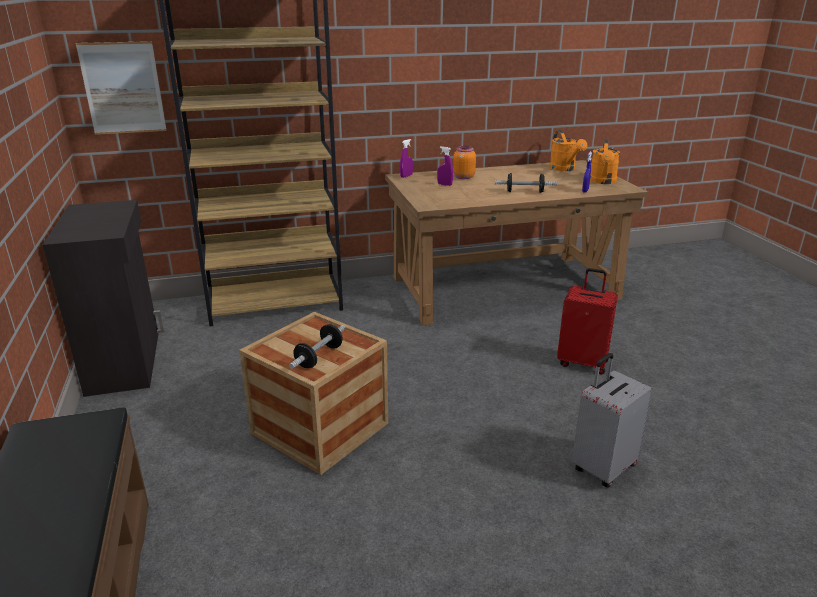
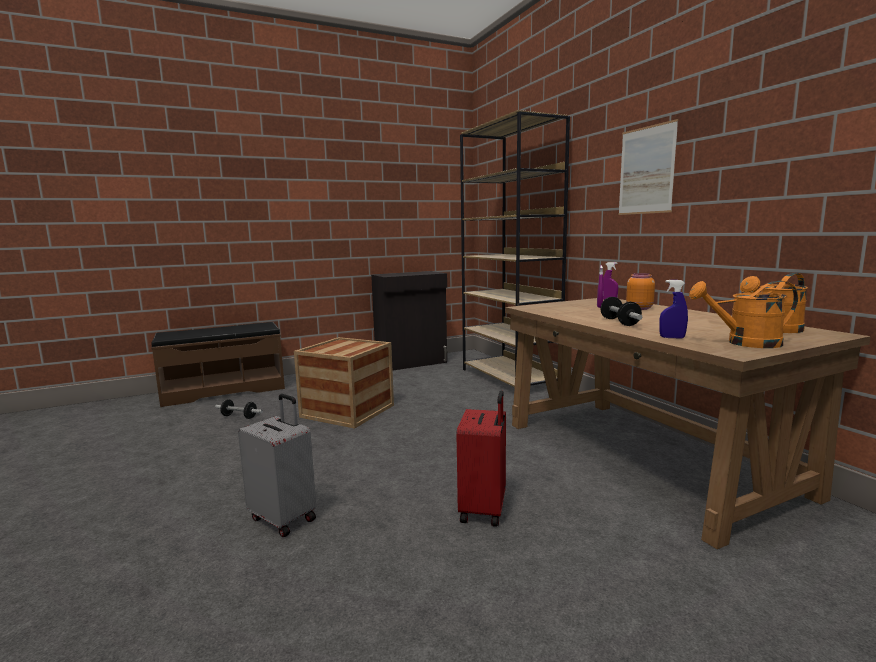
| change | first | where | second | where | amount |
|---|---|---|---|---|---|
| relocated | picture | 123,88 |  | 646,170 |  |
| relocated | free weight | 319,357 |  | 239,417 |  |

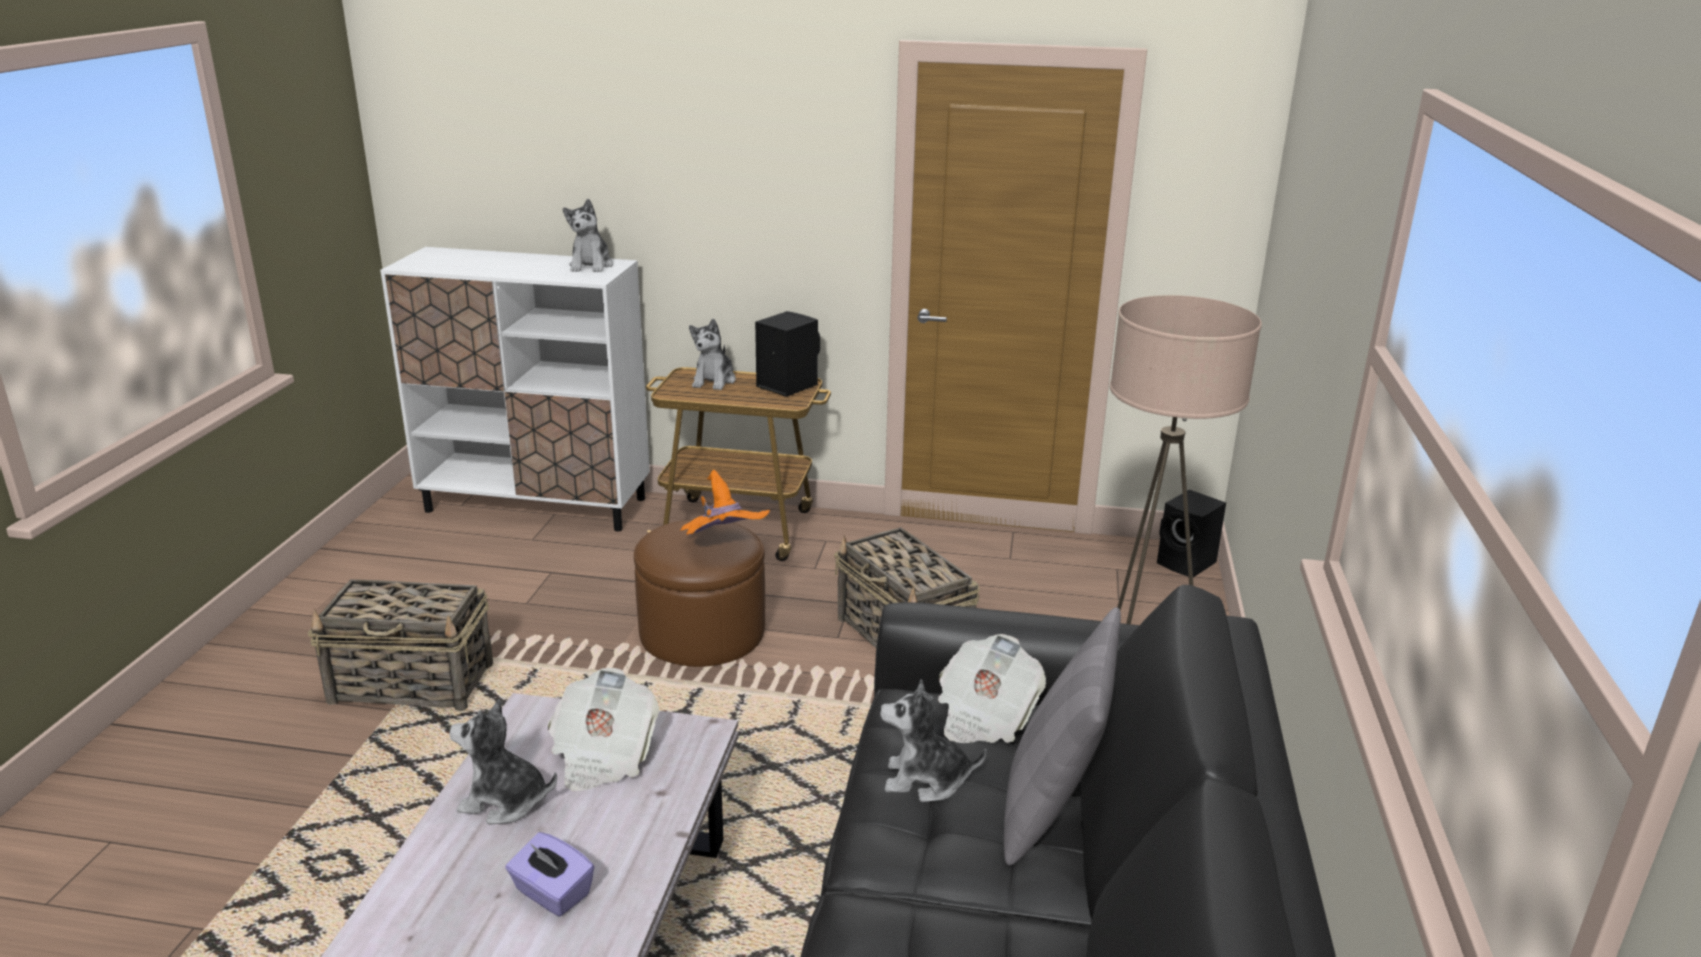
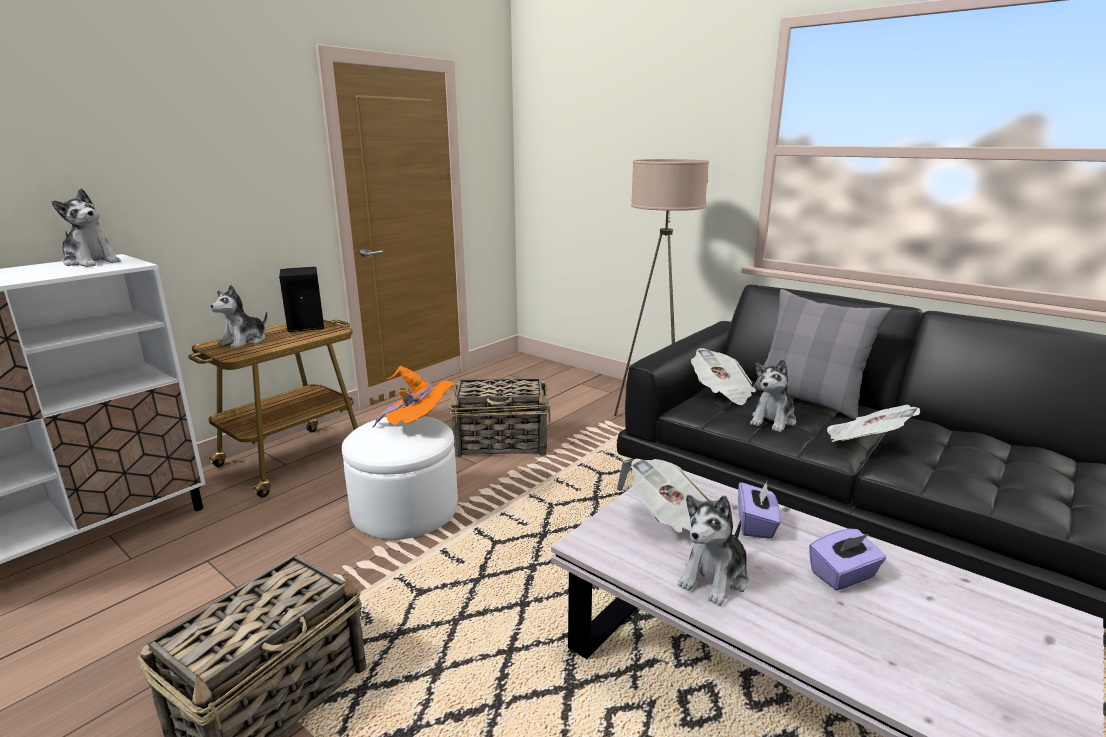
| change | first | where | second | where | amount |
|---|---|---|---|---|---|
| colour | brown ottoman | 702,632 | white-coloured ottoman | 405,509 |  |
| spun | plush toy | 714,381 |  | 244,341 | 75 degrees clockwise |
| missing | black-coloured audio speaker | 1187,564 |  |  |  |
| appeared |  |  | purple-coloured tissue box | 756,524 |  |
| appeared |  |  | printed paper | 865,442 |  |

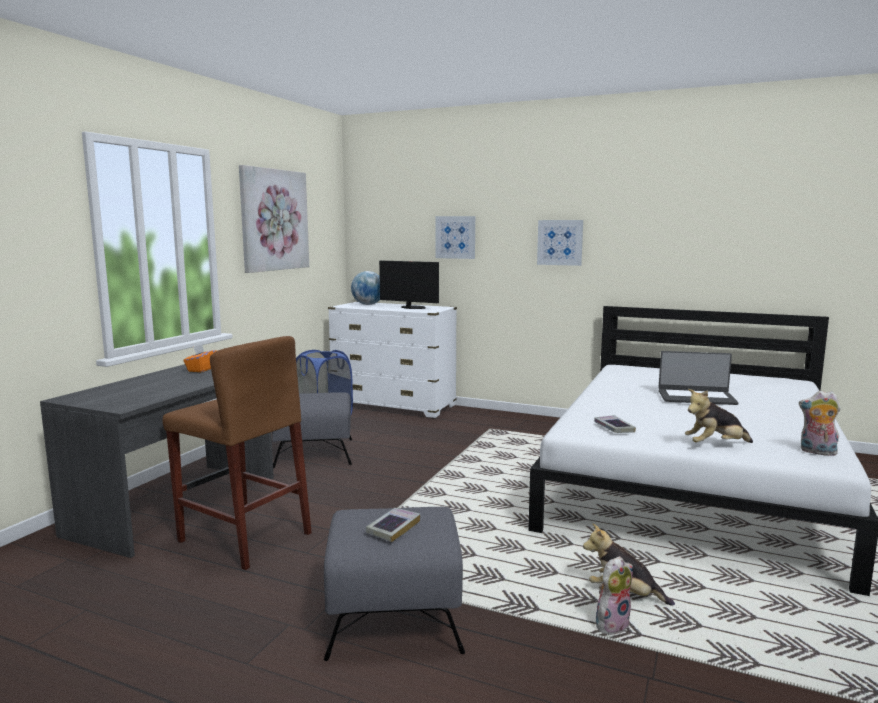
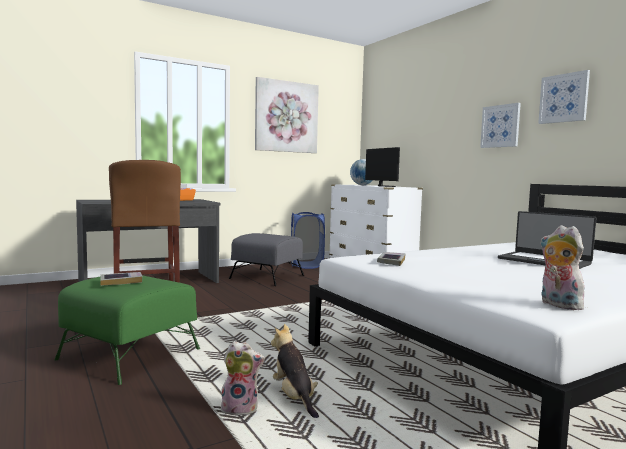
| change | first | where | second | where | amount |
|---|---|---|---|---|---|
| colour | gray ottoman | 393,615 | greenish ottoman | 130,354 |  |
| relocated | picture | 455,237 |  | 564,98 |  |
| missing | plush toy | 715,445 |  |  |  |

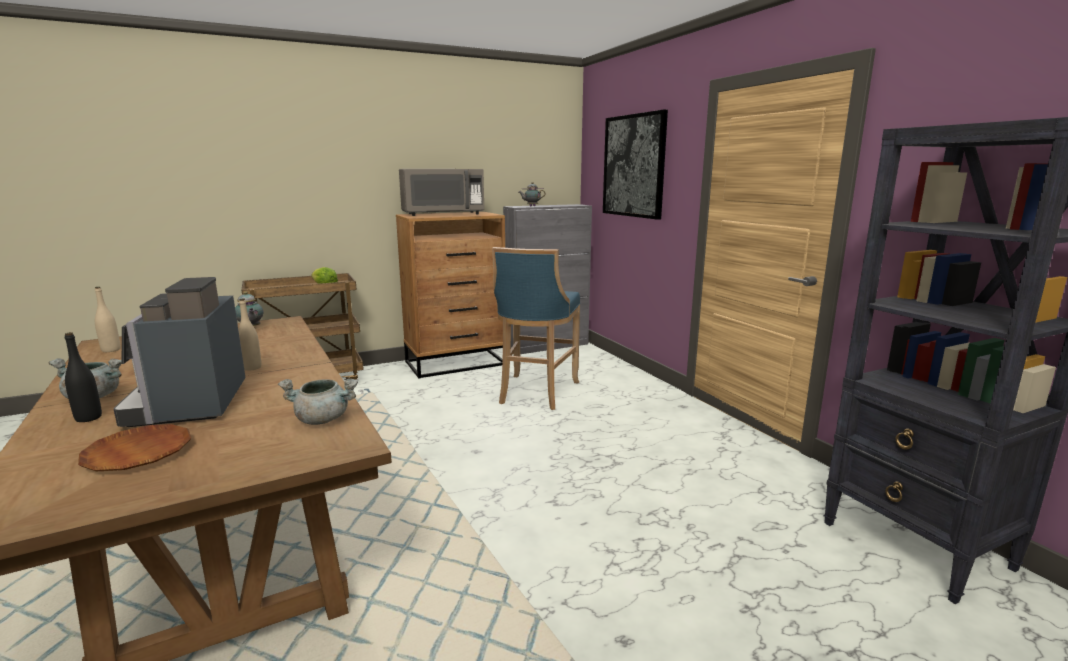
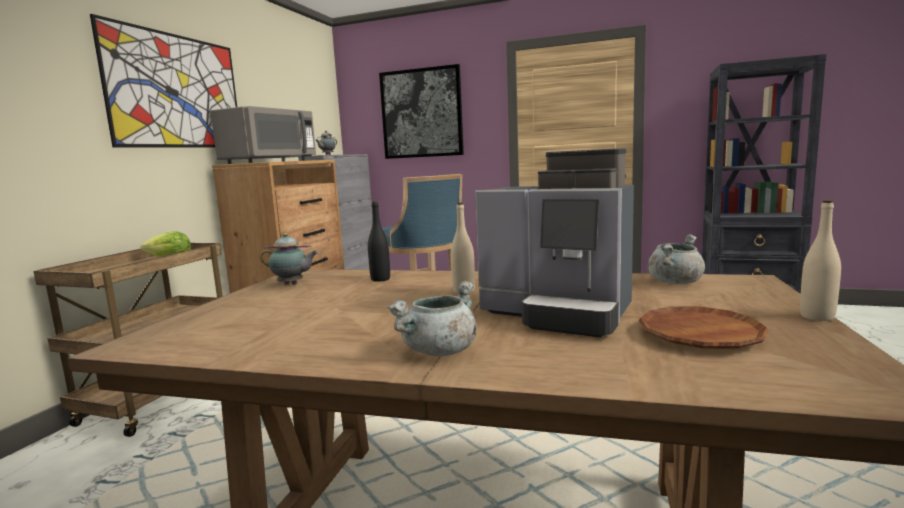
| change | first | where | second | where | amount |
|---|---|---|---|---|---|
| relocated | black-coloured beverage bottle | 88,418 |  | 380,279 |  |
| relocated | beige beverage bottle | 111,350 |  | 817,317 |  |
| appeared |  |  | picture | 177,91 |  |

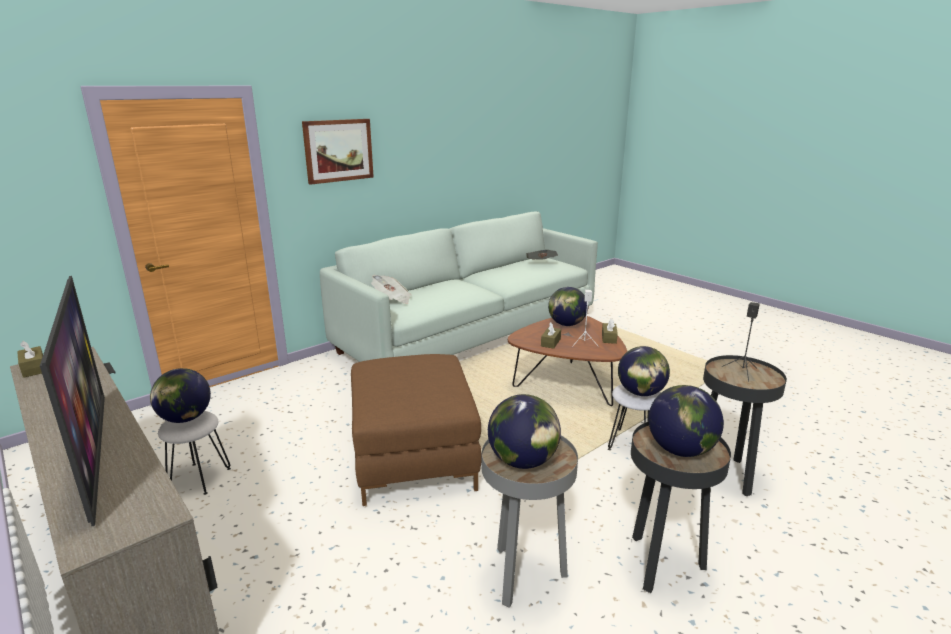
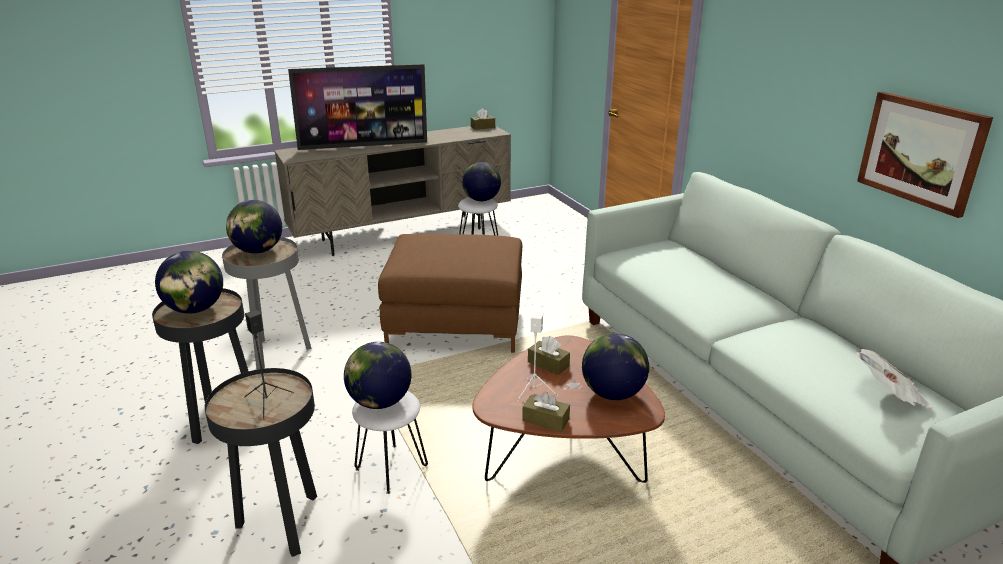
| change | first | where | second | where | amount |
|---|---|---|---|---|---|
| relocated | picture | 338,150 |  | 921,152 |  |
| missing | printed paper | 392,299 |  |  |  |

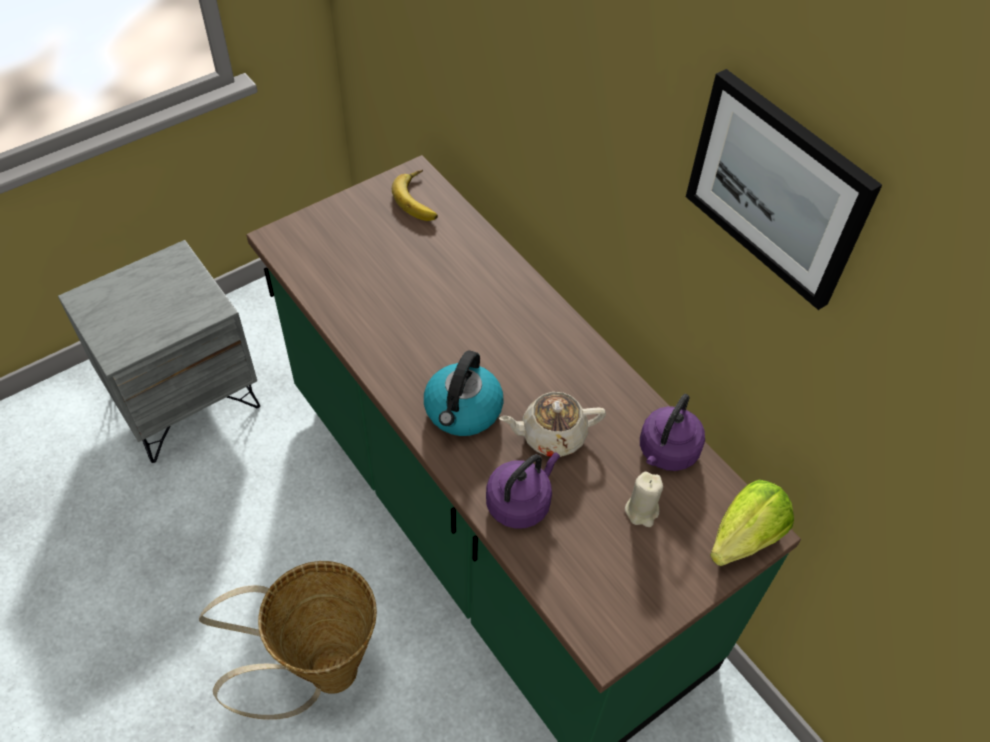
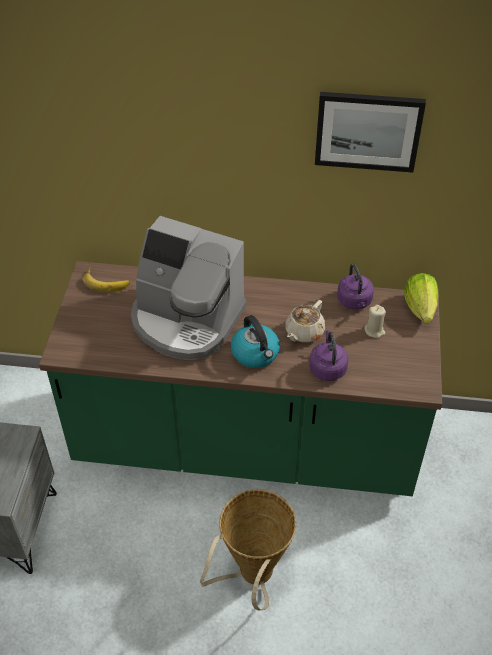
| change | first | where | second | where | amount |
|---|---|---|---|---|---|
| appeared |  |  | coffee maker | 186,320 |  |

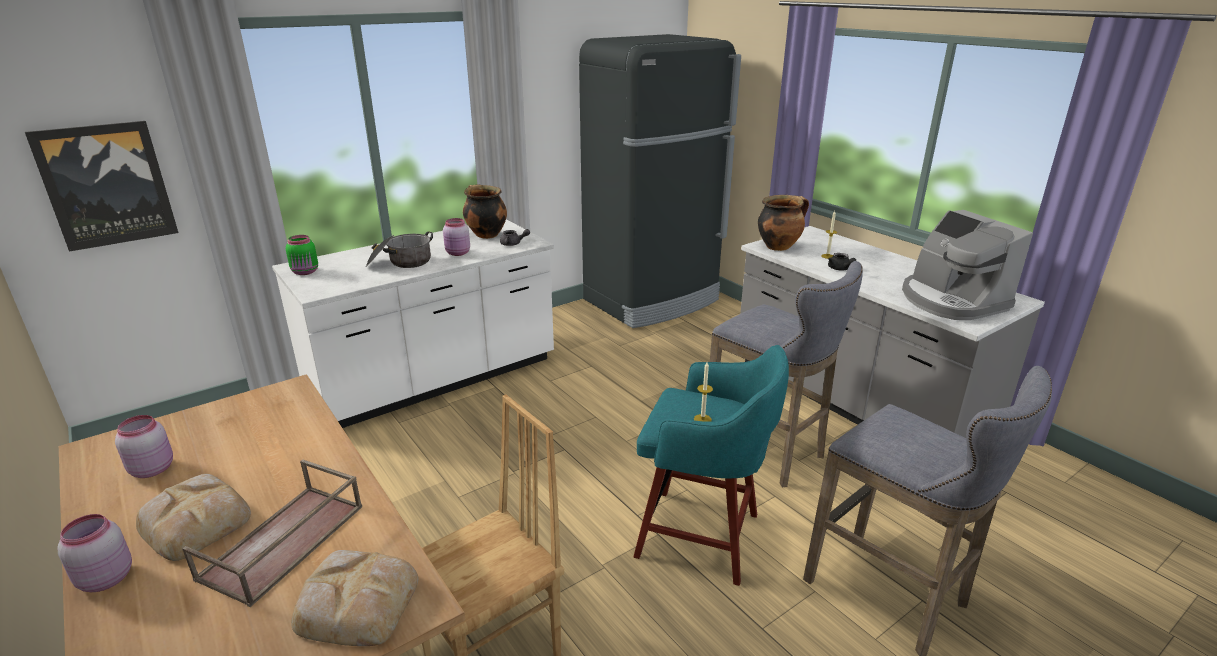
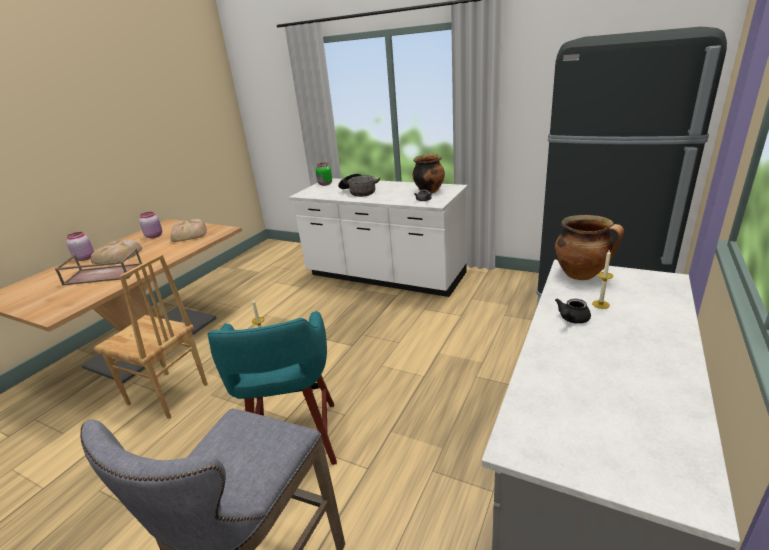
| change | first | where | second | where | amount |
|---|---|---|---|---|---|
| missing | picture | 107,185 |  |  |  |
| relocated | bakery bread | 356,602 |  | 189,234 |  |
| missing | pink-coloured storage jar | 458,253 |  |  |  |
| missing | gray stool seat | 769,452 |  |  |  |
| missing | coffee maker | 951,301 |  |  |  |

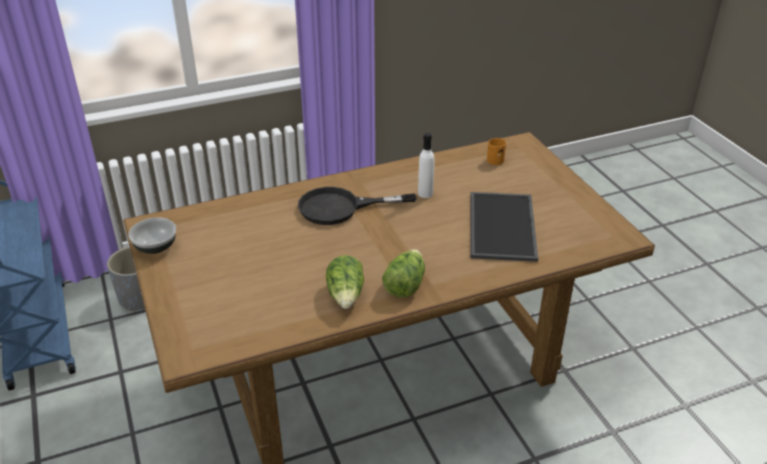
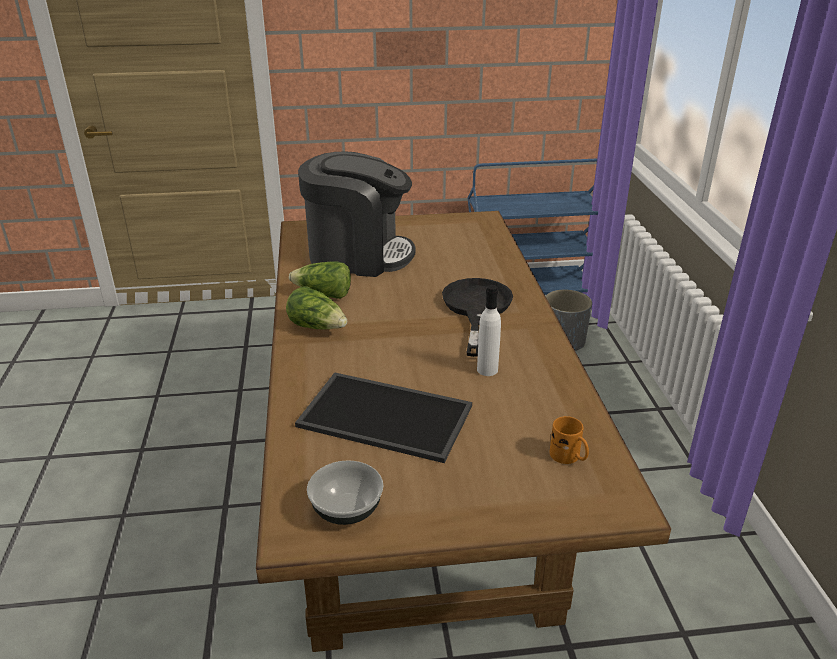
| change | first | where | second | where | amount |
|---|---|---|---|---|---|
| relocated | deep dish | 156,246 |  | 346,510 |  |
| appeared |  |  | coffee maker | 358,255 |  |

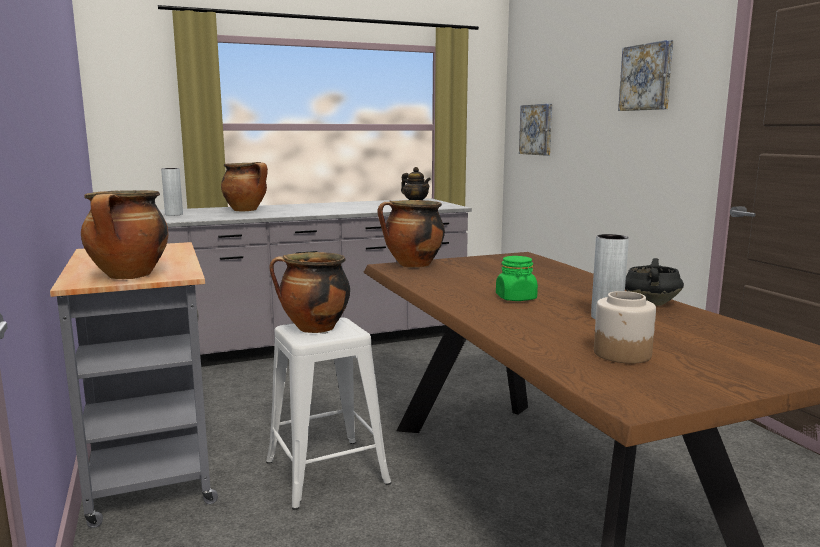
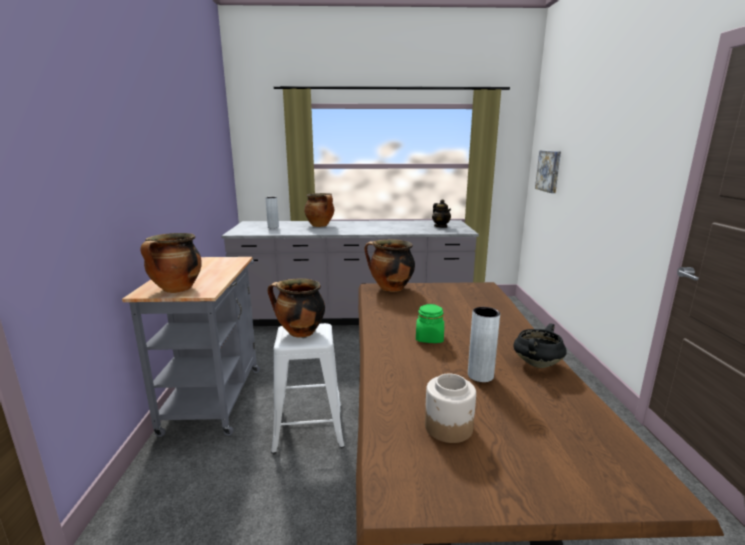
| change | first | where | second | where | amount |
|---|---|---|---|---|---|
| missing | picture | 647,77 |  |  |  |

